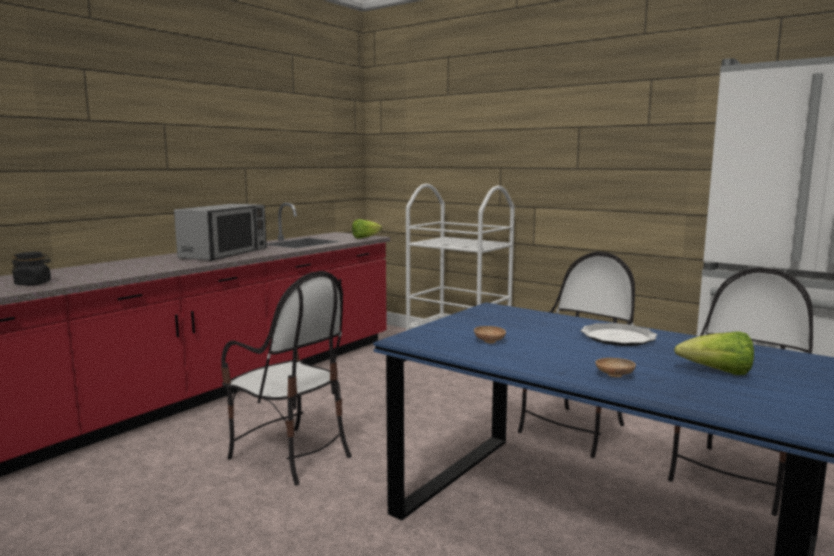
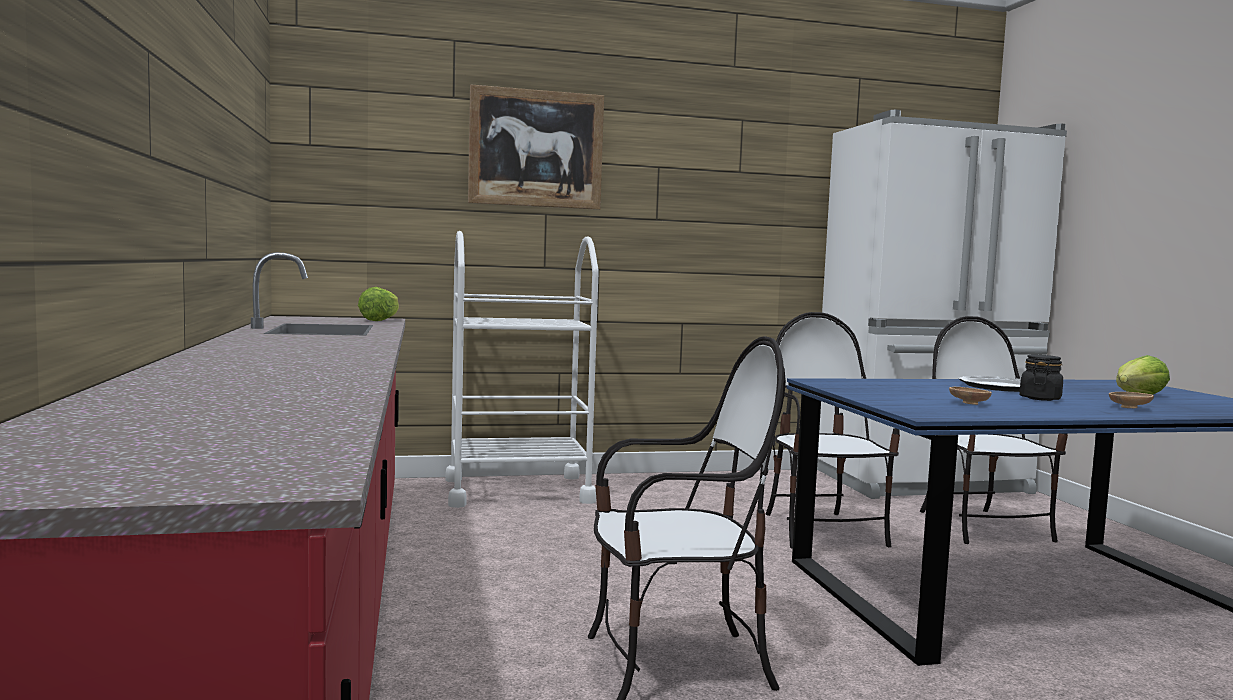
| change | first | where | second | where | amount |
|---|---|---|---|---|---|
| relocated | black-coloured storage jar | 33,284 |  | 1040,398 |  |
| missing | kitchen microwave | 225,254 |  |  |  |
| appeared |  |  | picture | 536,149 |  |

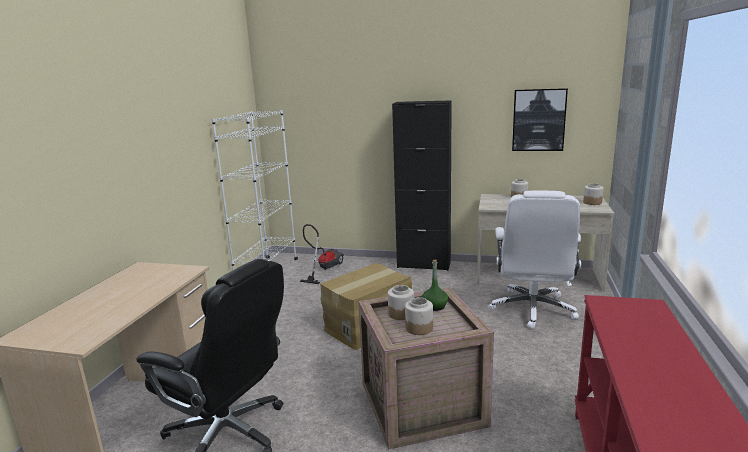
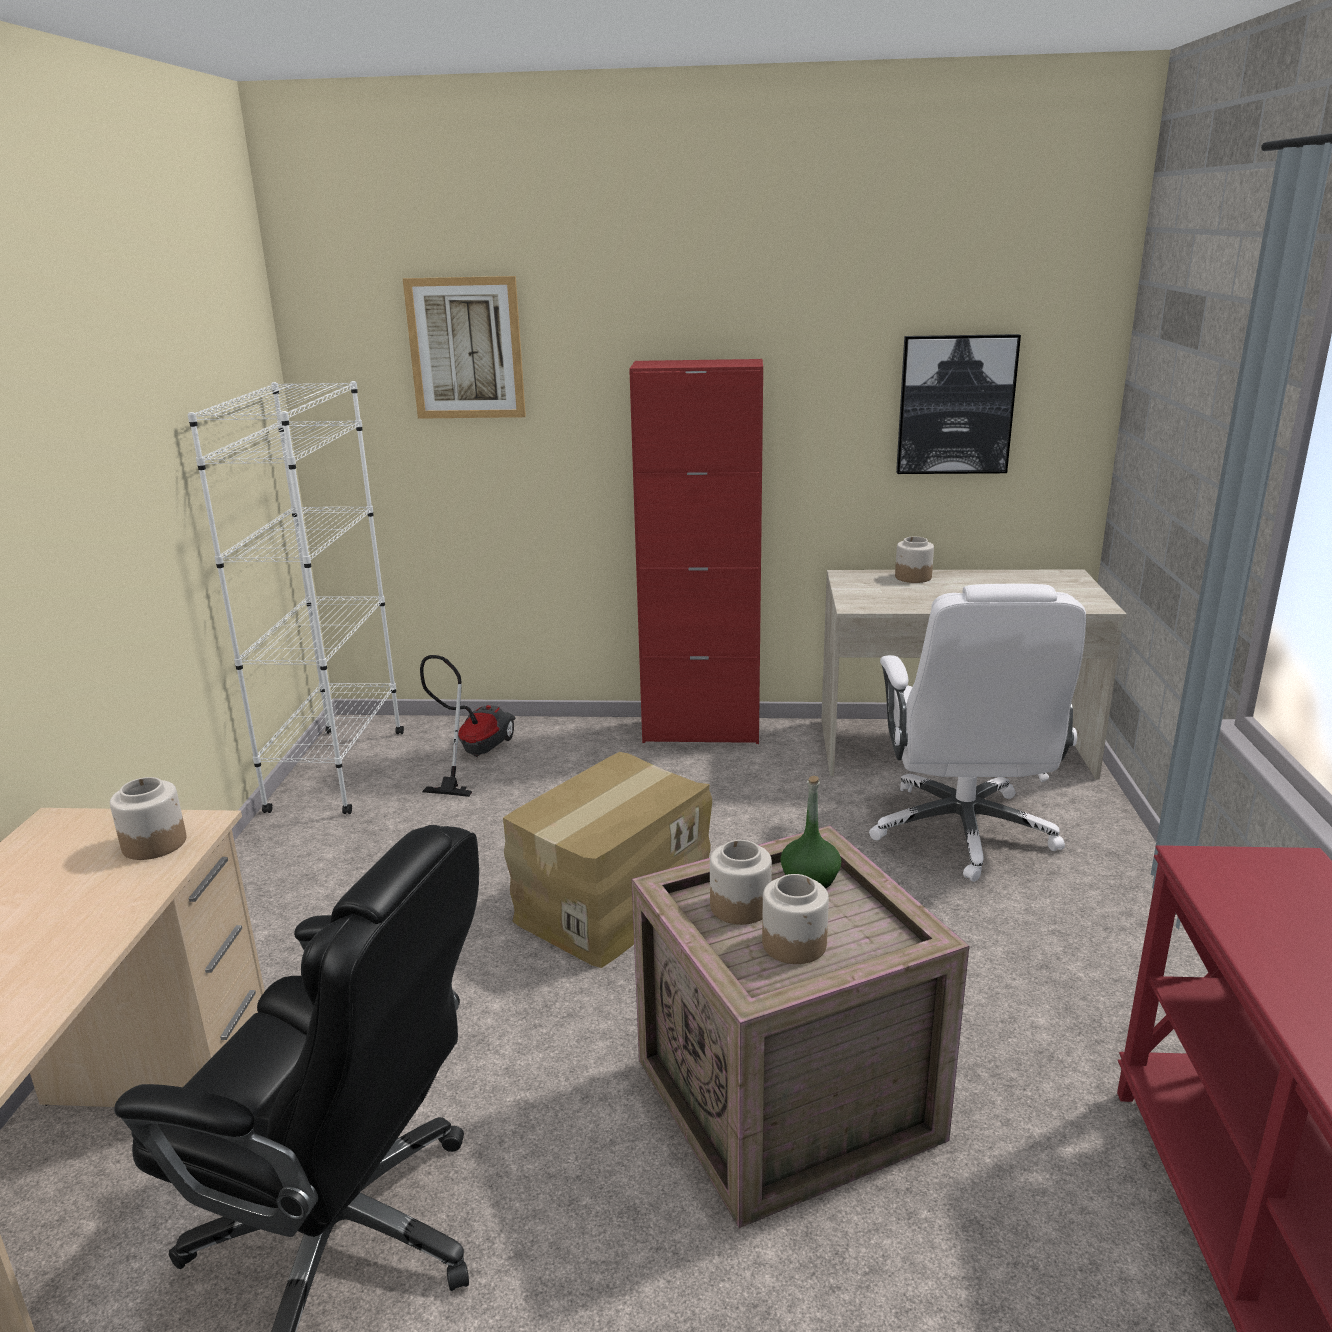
| change | first | where | second | where | amount |
|---|---|---|---|---|---|
| colour | black-coloured cupboard | 424,265 | reddish cupboard | 701,732 |  |
| relocated | storage jar | 592,202 |  | 154,843 |  |
| appeared |  |  | picture | 466,348 |  |

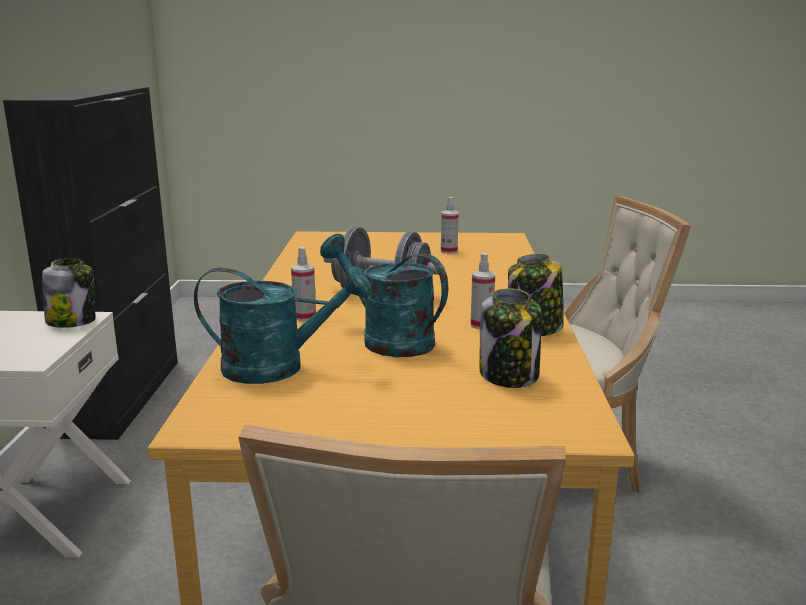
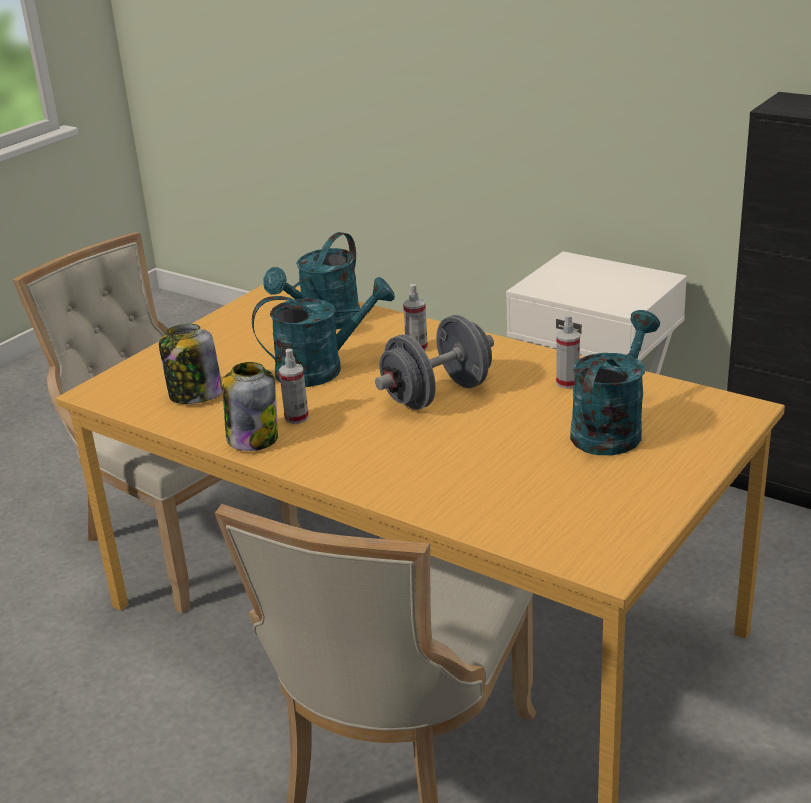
| change | first | where | second | where | amount |
|---|---|---|---|---|---|
| missing | storage jar | 72,321 |  |  |  |
| relocated | spray bottle | 449,251 |  | 567,383 |  |
| appeared |  |  | blue-green watering can | 611,428 |  |

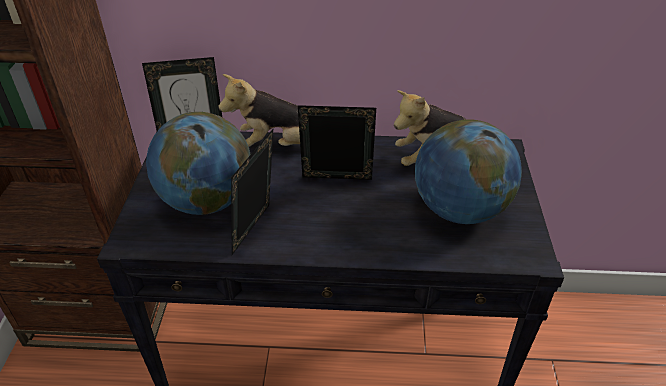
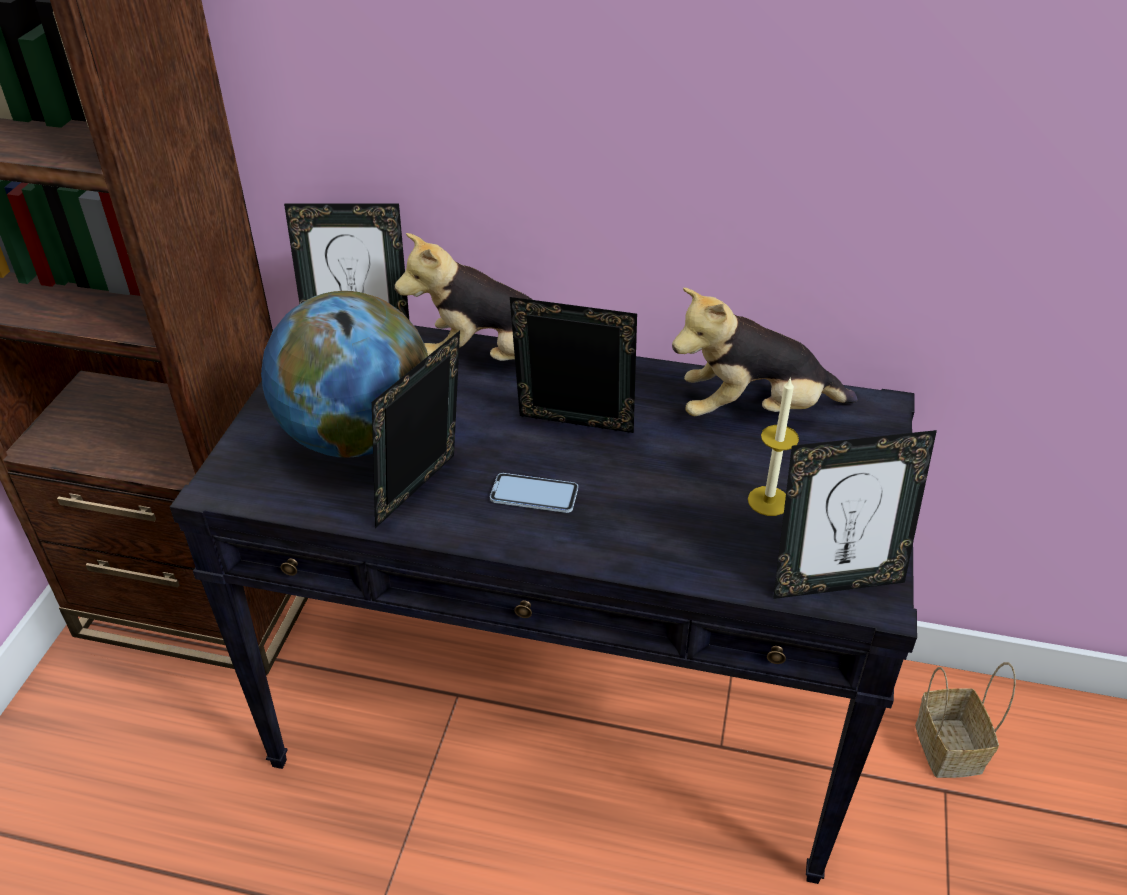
| change | first | where | second | where | amount |
|---|---|---|---|---|---|
| exchanged | globe | 459,210 | candle | 768,501 |  |
| appeared |  |  | phone | 534,495 |  |
| appeared |  |  | picture frame | 835,582 |  |
| appeared |  |  | household basket | 946,746 |  |

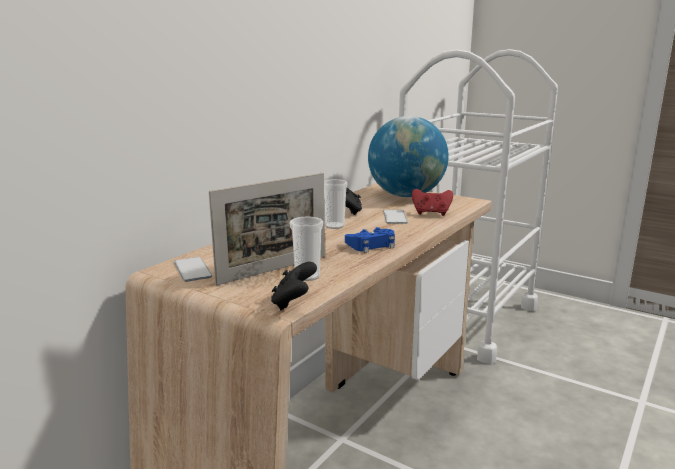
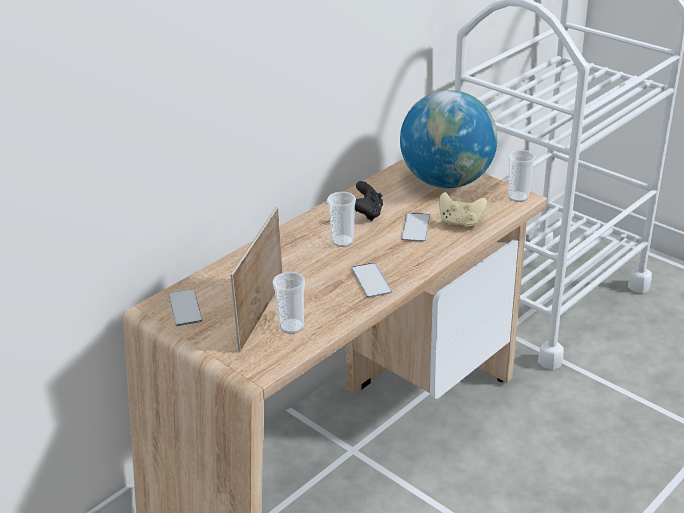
| change | first | where | second | where | amount |
|---|---|---|---|---|---|
| spun | picture frame | 273,269 |  | 261,314 | 135 degrees clockwise |
| missing | black-coloured gamepad | 293,303 |  |  |  |
| exchanged | blue-coloured gamepad | 372,245 | phone | 371,280 |  |
| colour | reddish gamepad | 431,213 | beige gamepad | 460,223 |  |
| appeared |  |  | cup | 518,197 |  |

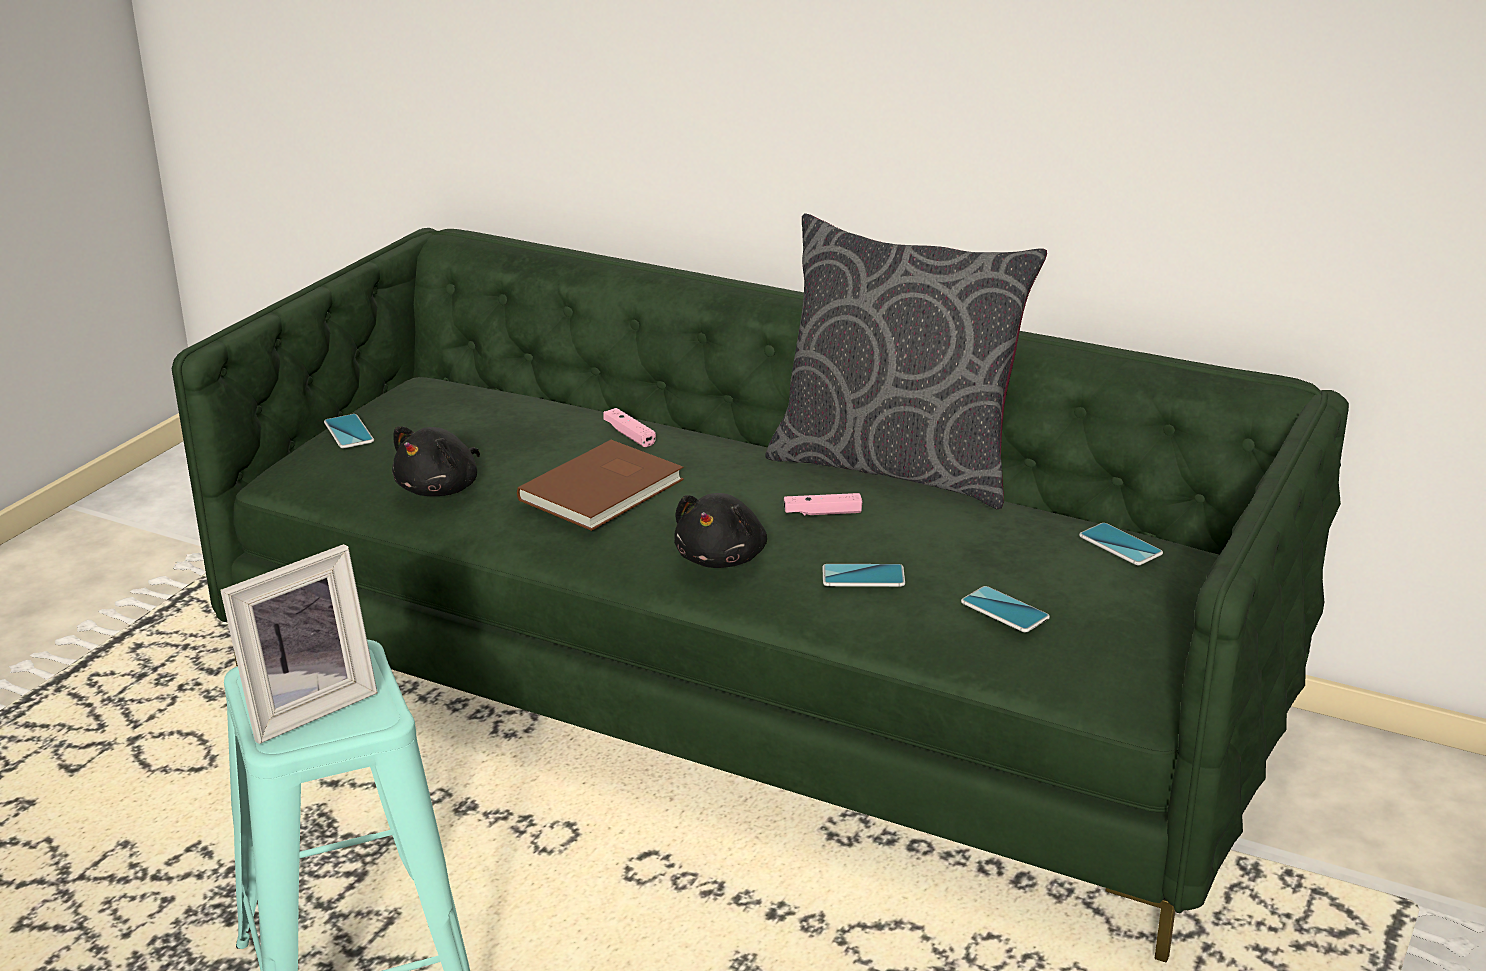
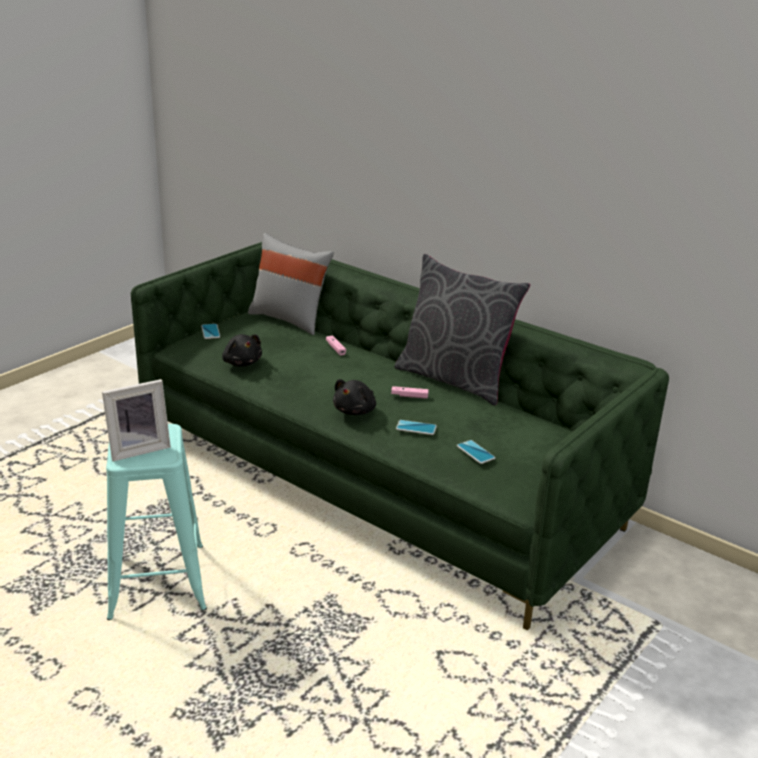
| change | first | where | second | where | amount |
|---|---|---|---|---|---|
| spun | black-coloured plush toy | 441,489 |  | 242,362 | 75 degrees counterclockwise |
| missing | brown bound book | 606,490 |  |  |  |
| missing | phone | 1120,545 |  |  |  |
| appeared |  |  | gray pillow | 290,319 |  |

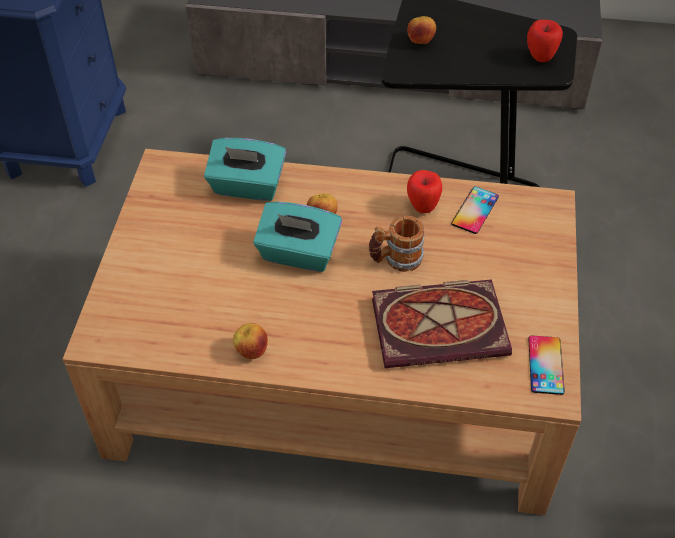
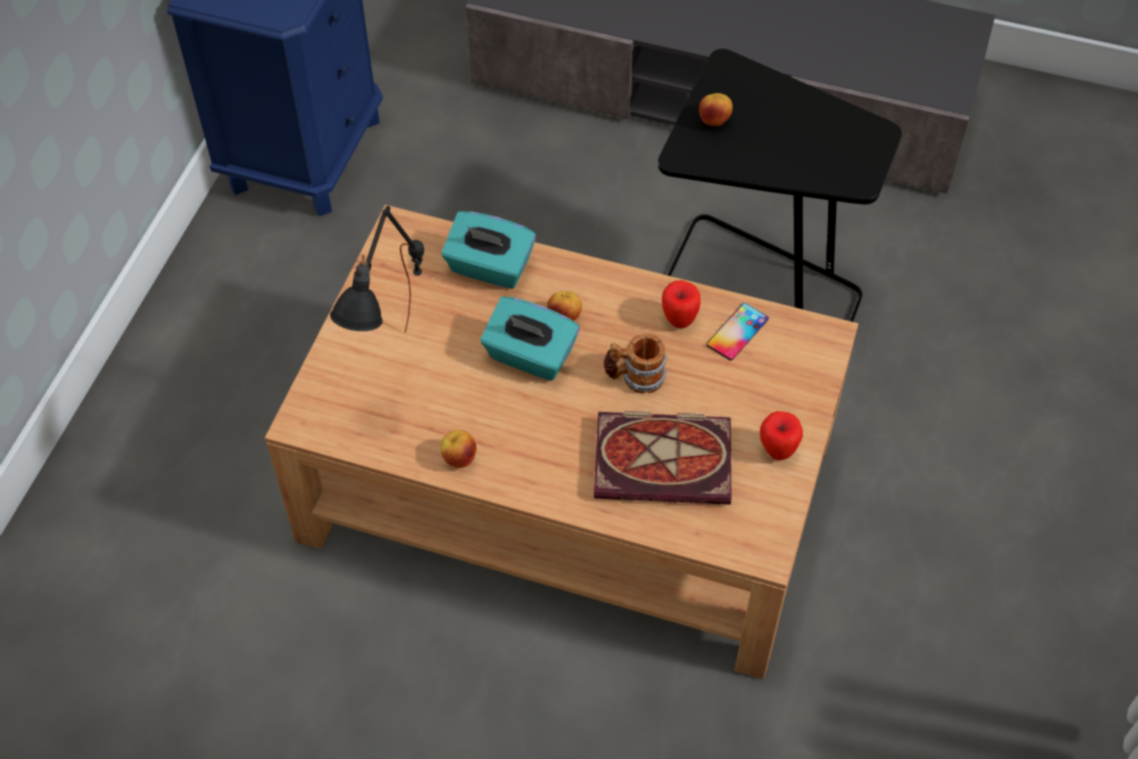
| change | first | where | second | where | amount |
|---|---|---|---|---|---|
| relocated | apple fruit | 540,58 |  | 777,451 |  |
| missing | phone | 545,365 |  |  |  |
| appeared |  |  | black-coloured lamp for a table | 398,375 |  |

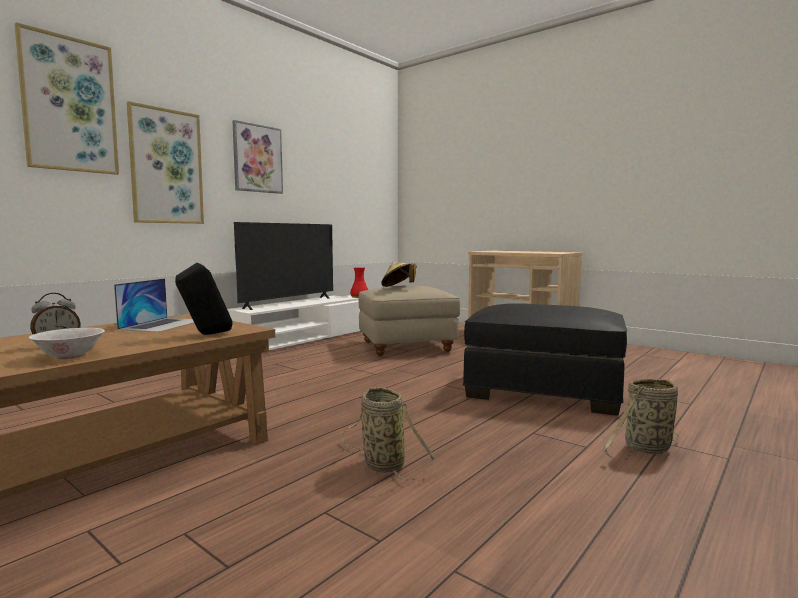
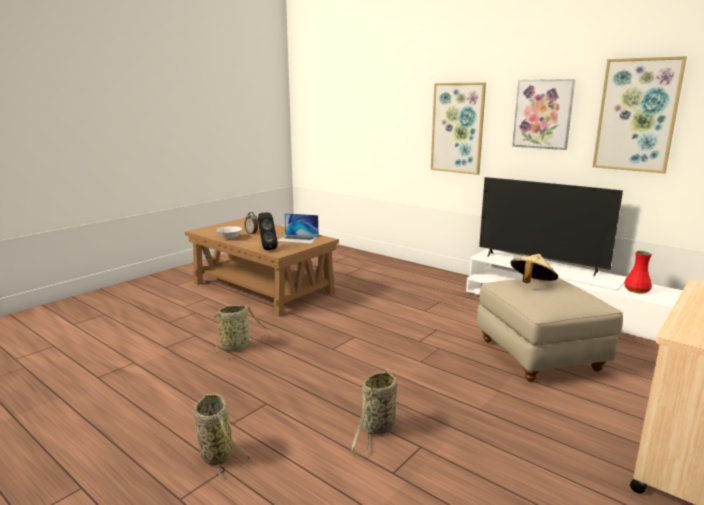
| change | first | where | second | where | amount |
|---|---|---|---|---|---|
| relocated | picture | 69,105 |  | 637,115 |  |
| exchanged | black-coloured ottoman | 544,390 | household basket | 377,429 |  |

